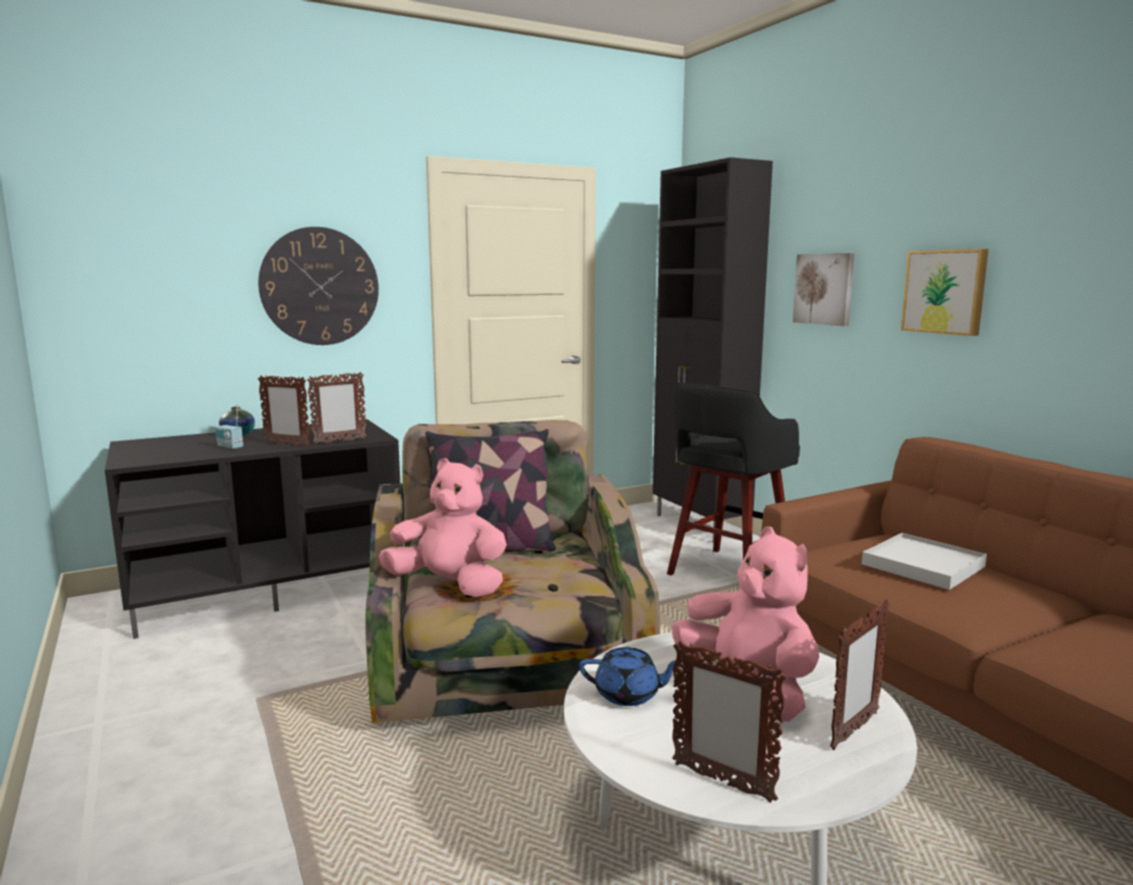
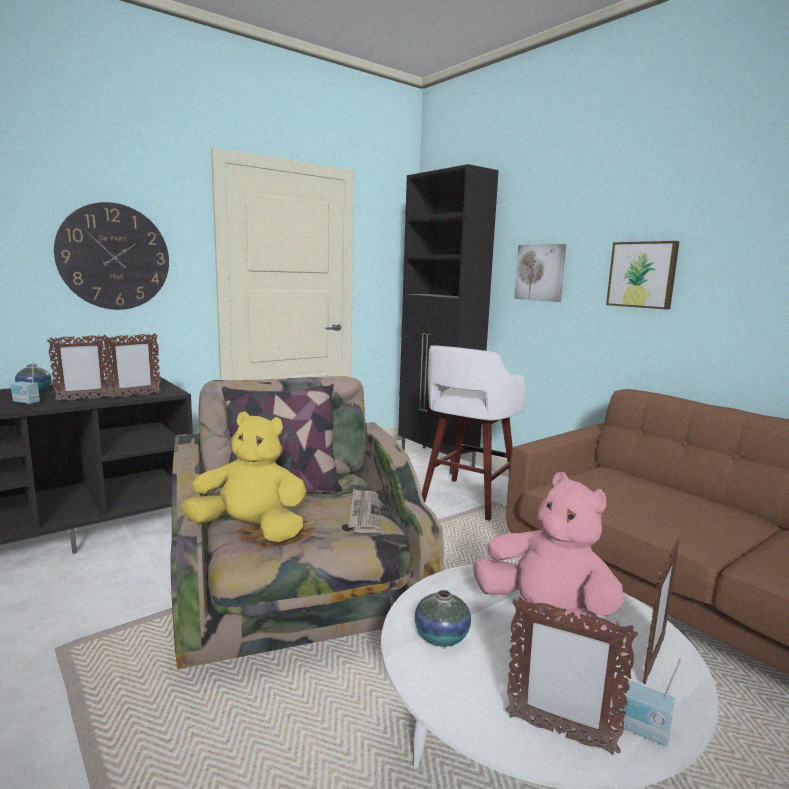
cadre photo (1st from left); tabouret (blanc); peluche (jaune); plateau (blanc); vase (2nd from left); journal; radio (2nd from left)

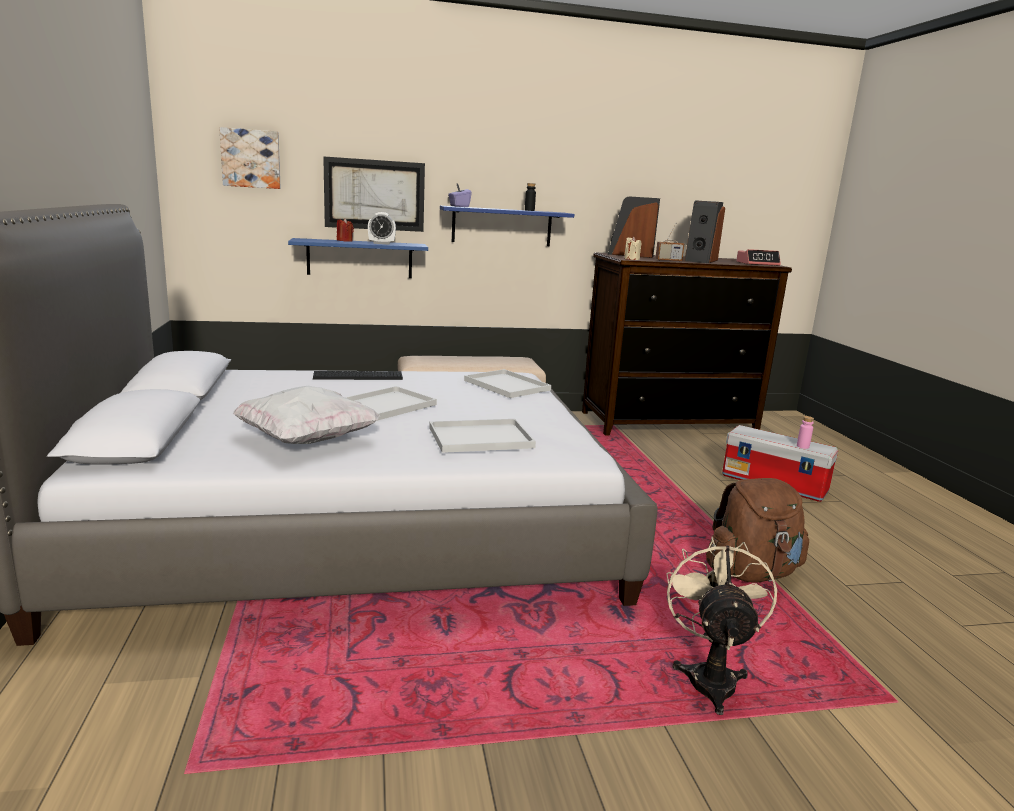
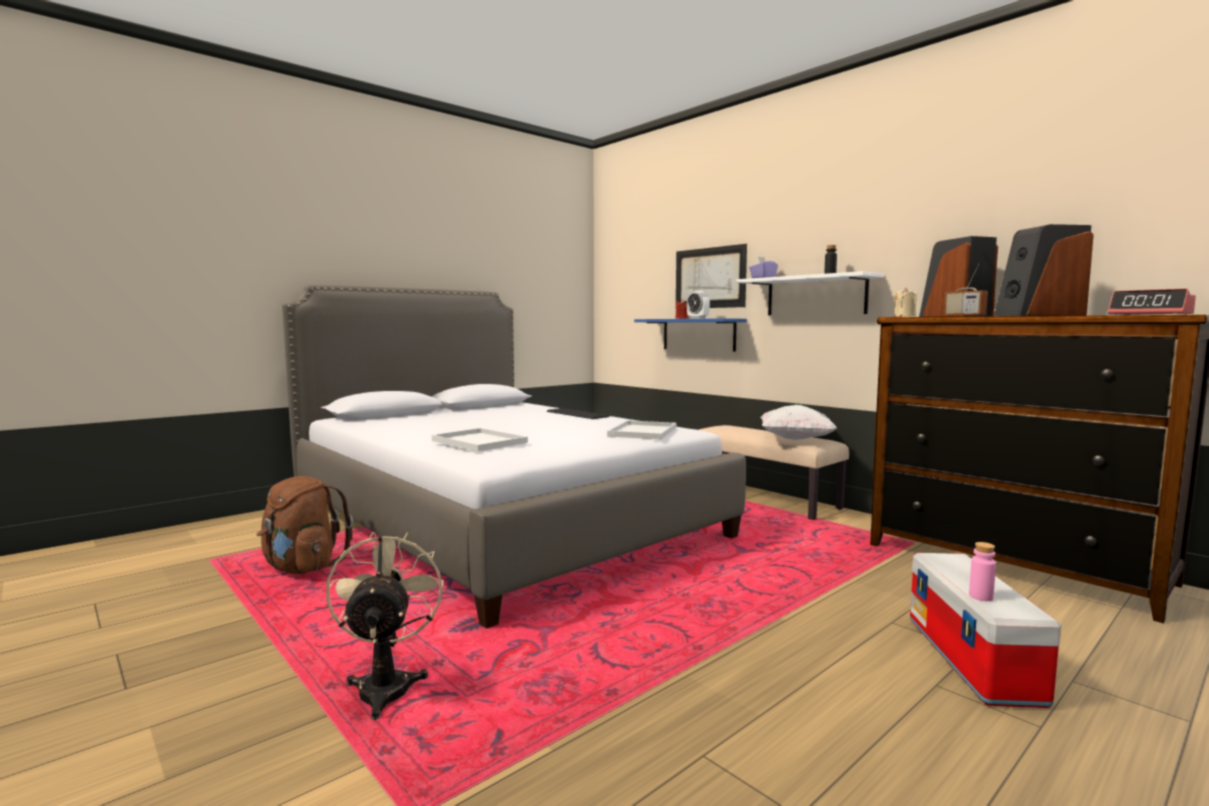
tableau (1st from left in the first image); étagère (blanc); coussin (blanc); plateau (blanc) (1st from left in the first image); sac à dos (marron); ventilateur (beige)

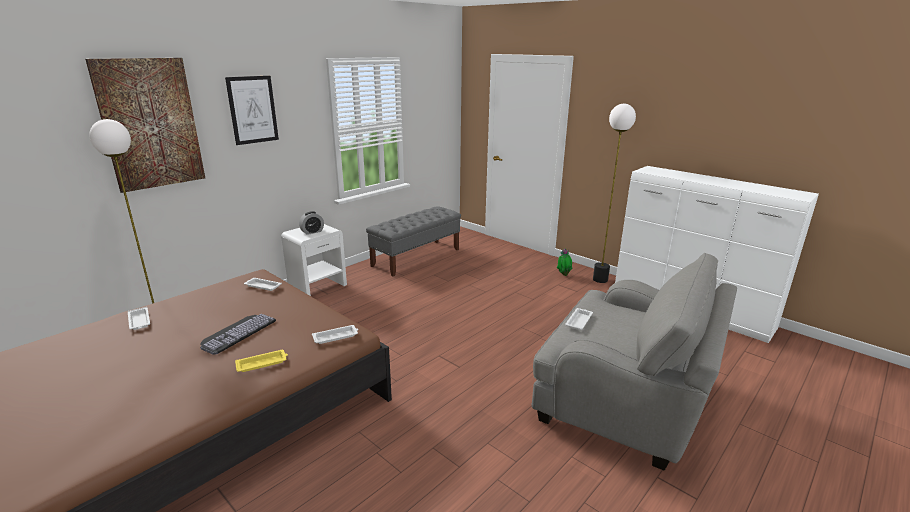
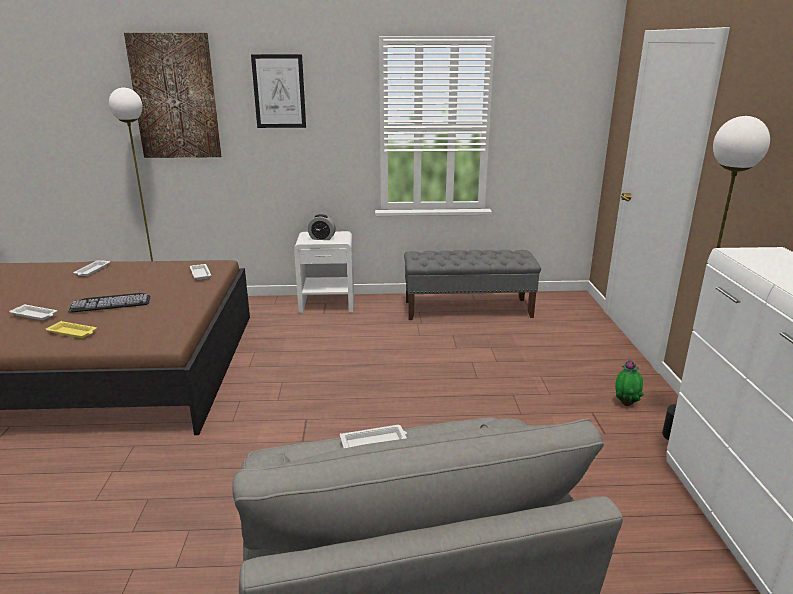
plateau (blanc) (1st from left)

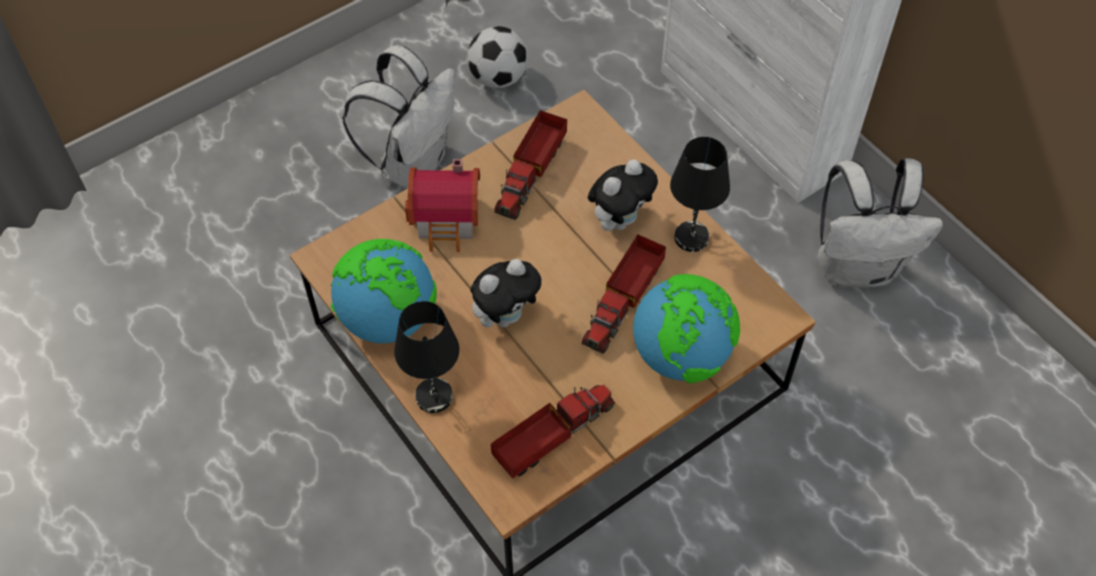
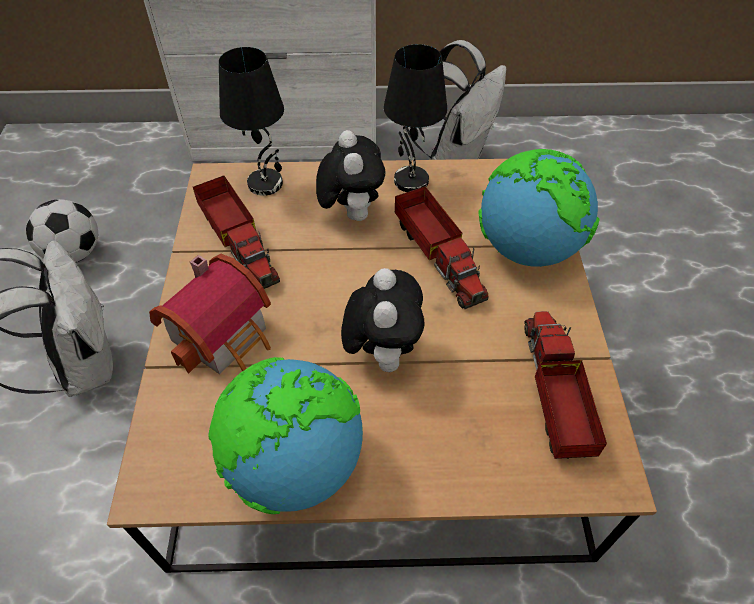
lampe de table (noir) (1st from left)

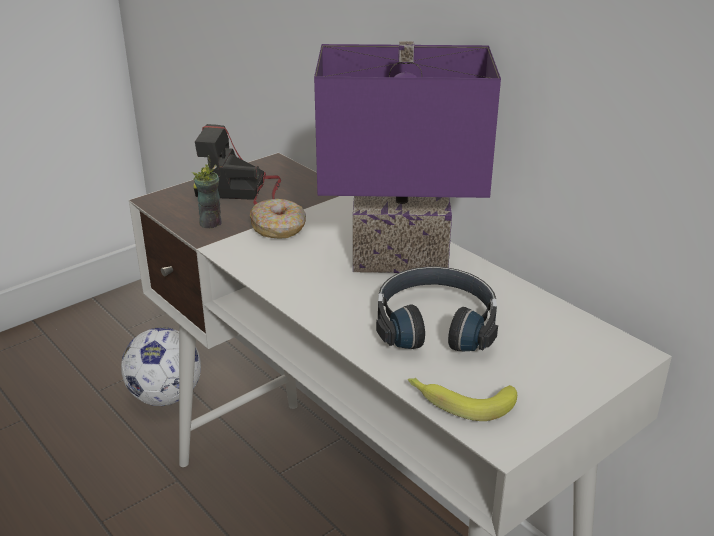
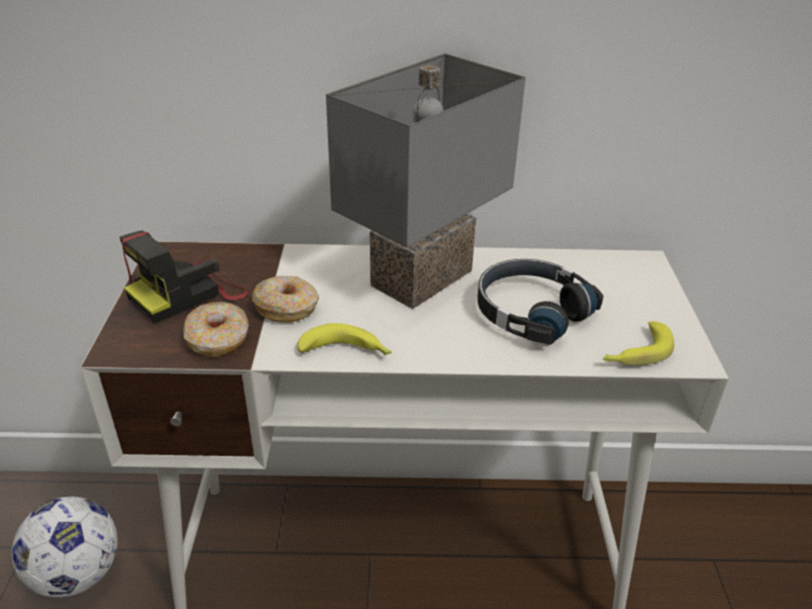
lampe de table (gris); beignet (1st from left); banane (1st from left)

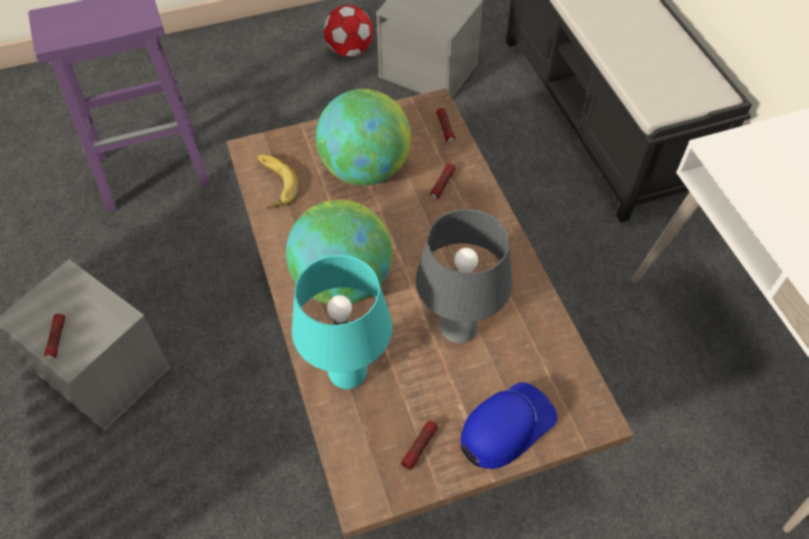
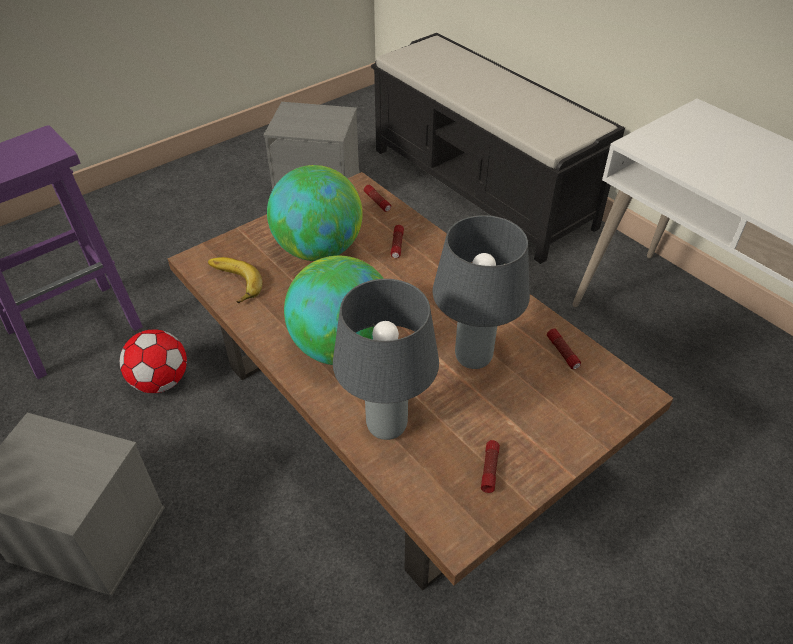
ballon de foot; lampe de table (gris) (1st from left); lampe de poche (4th from left); casquette (bleu)

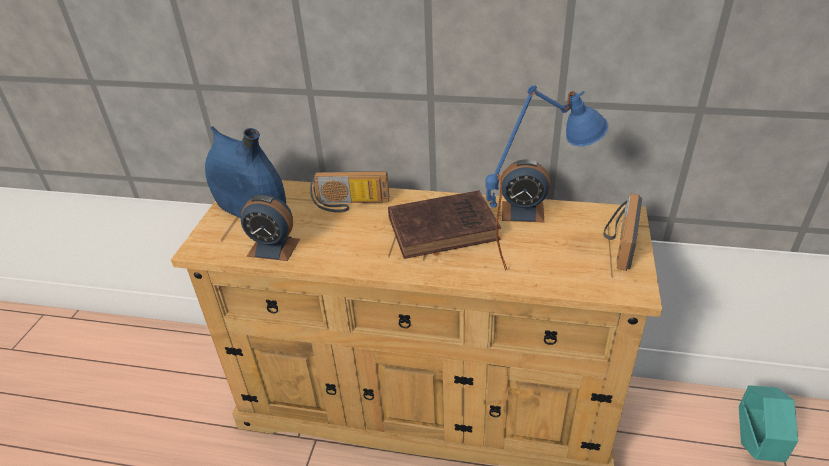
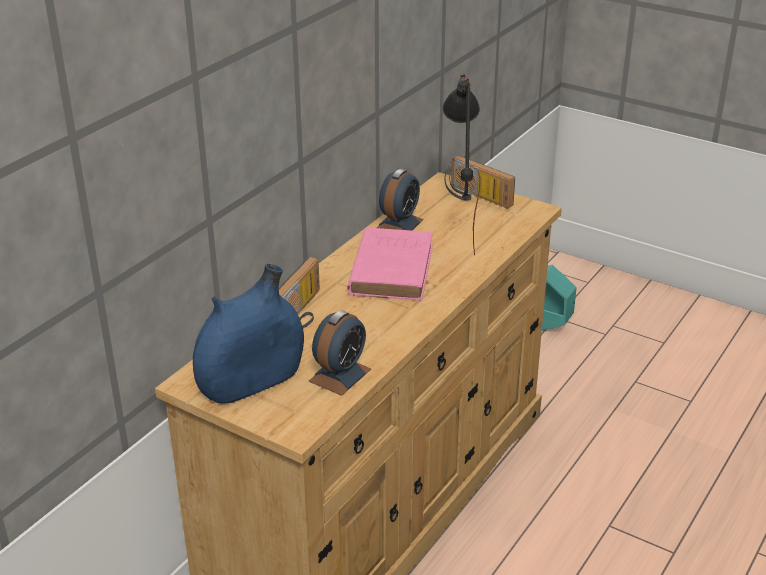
lampe de table (noir); livre (rose)

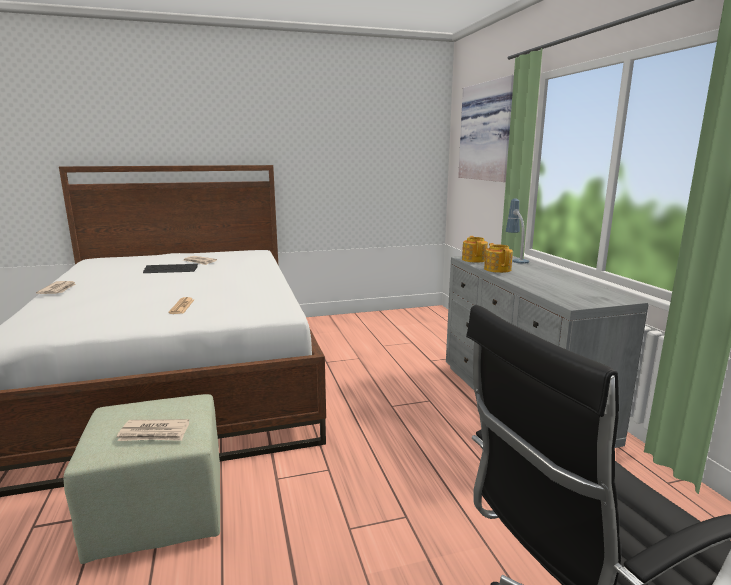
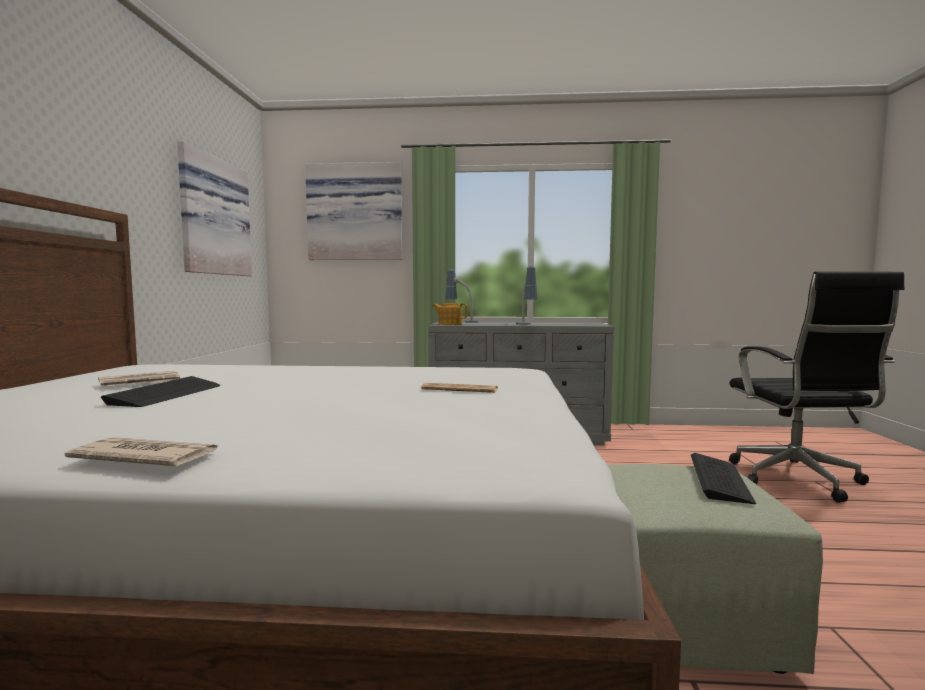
théière (2nd from left in the first image); clavier (2nd from left); tableau (1st from left); lampe de table (2nd from left)

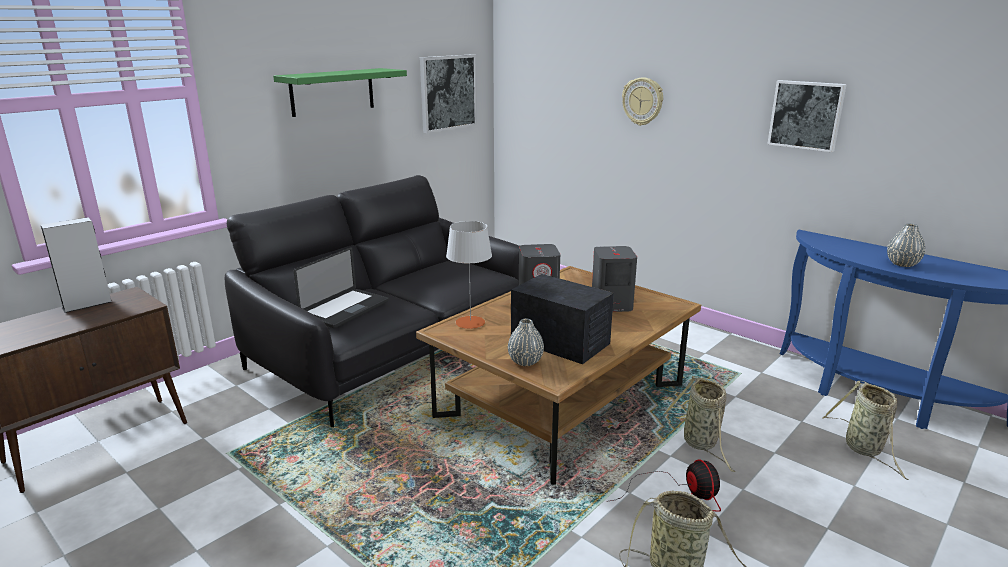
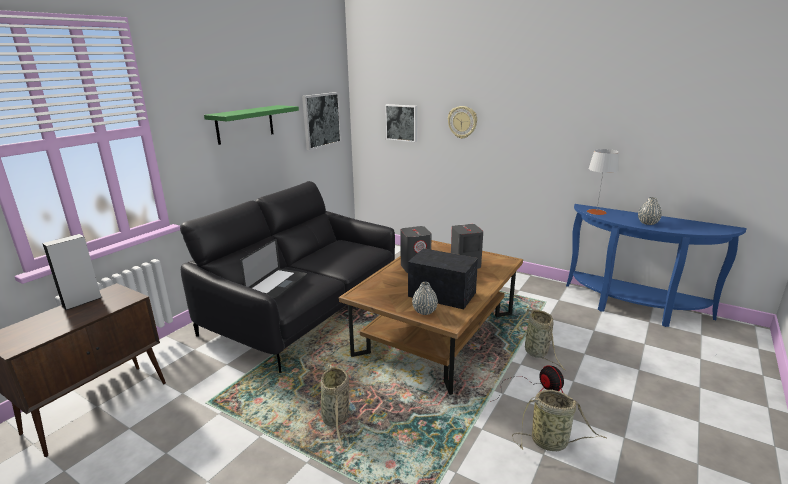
tableau (2nd from left); lampe de table (gris); panier (1st from left)

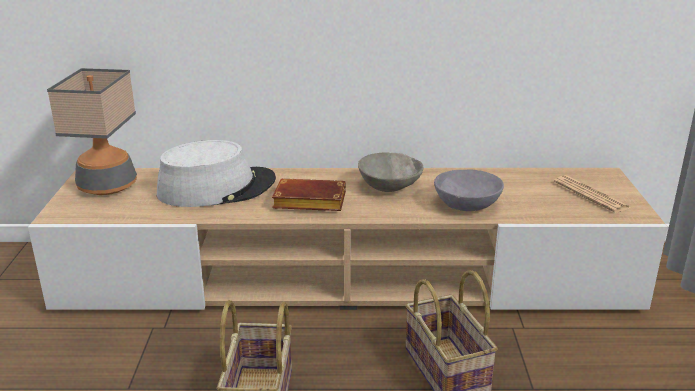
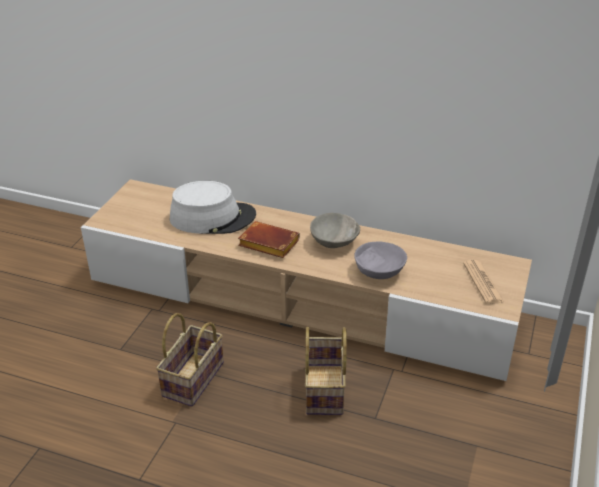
lampe de table

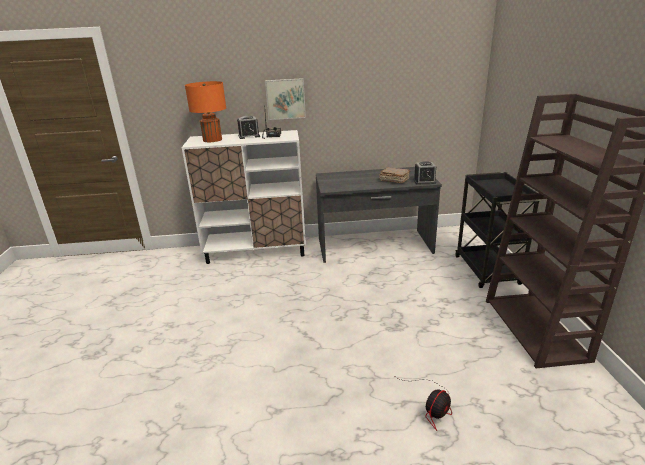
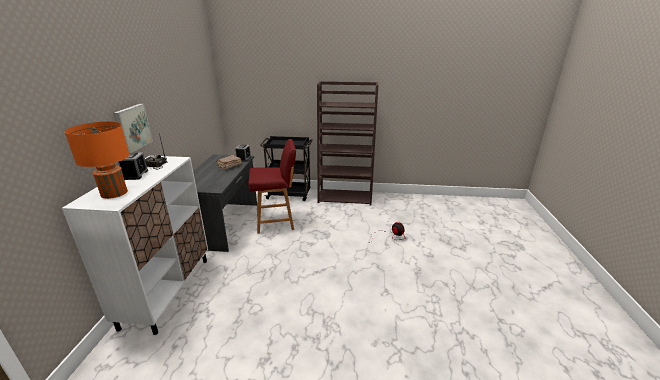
chaise (rouge)

